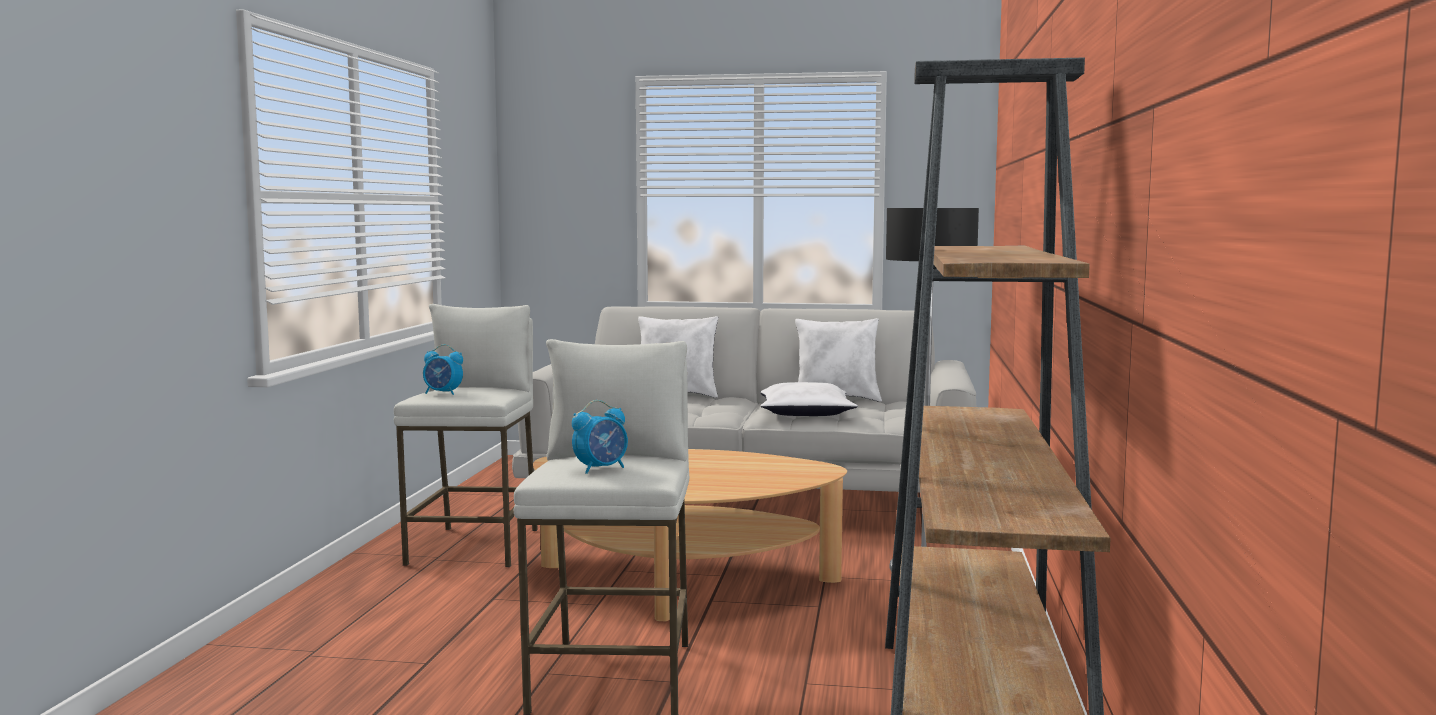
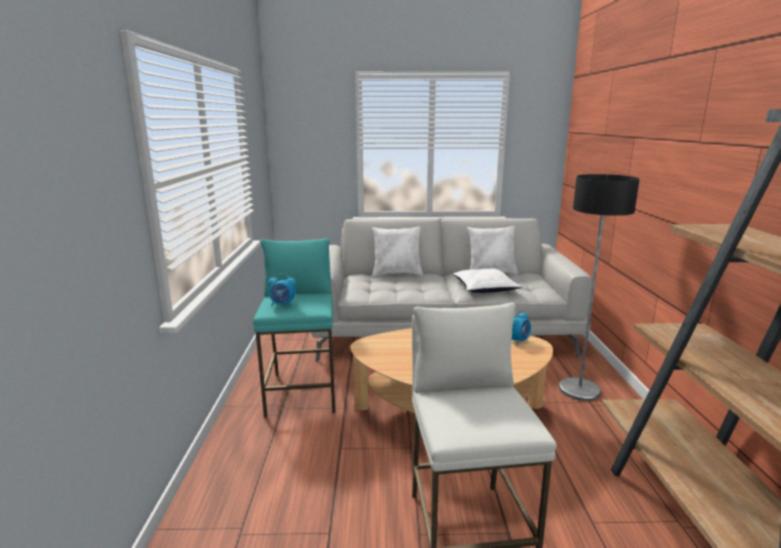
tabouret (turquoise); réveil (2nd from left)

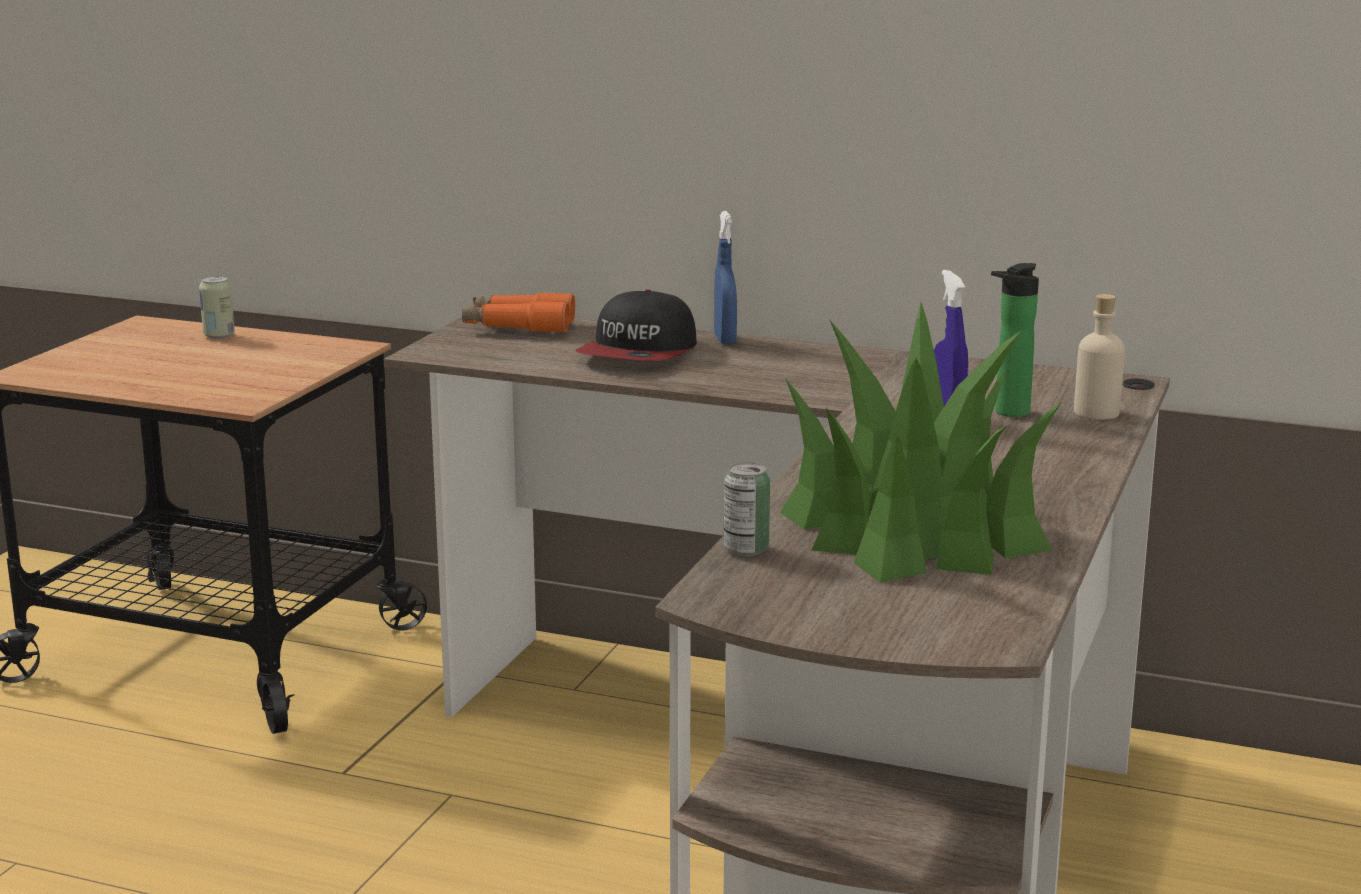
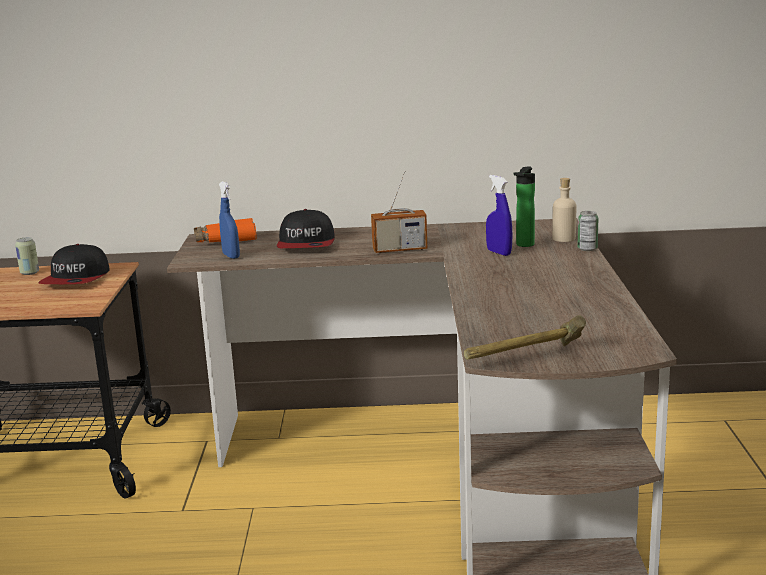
vaporisateur (bleu) (1st from left); plante en pot; boîte métallique (2nd from left); radio; casquette (1st from left); marteau

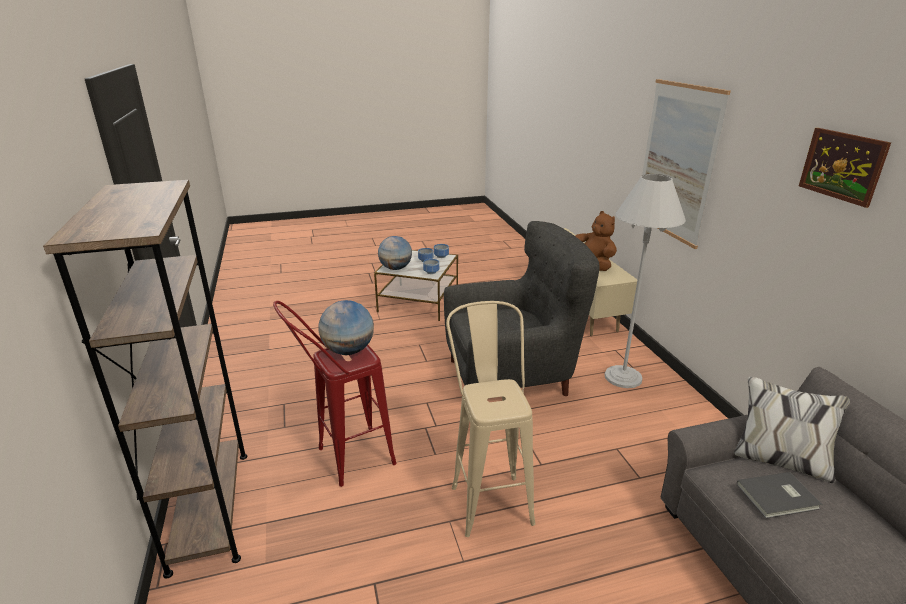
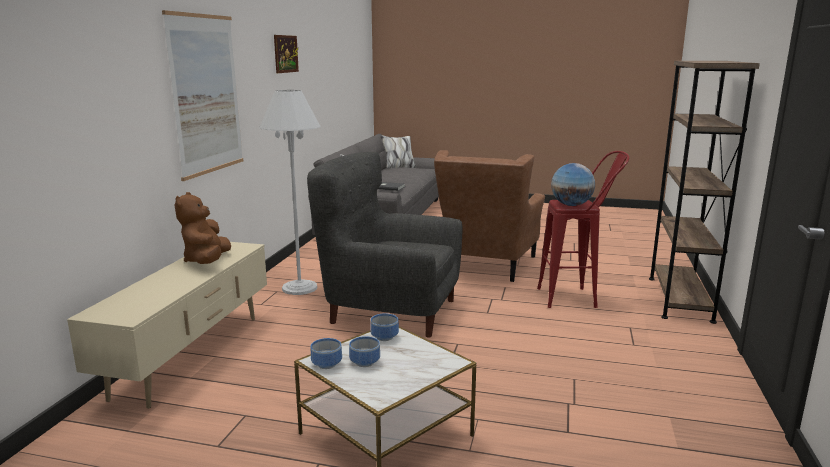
globe (2nd from left in the first image); fauteuil (marron)

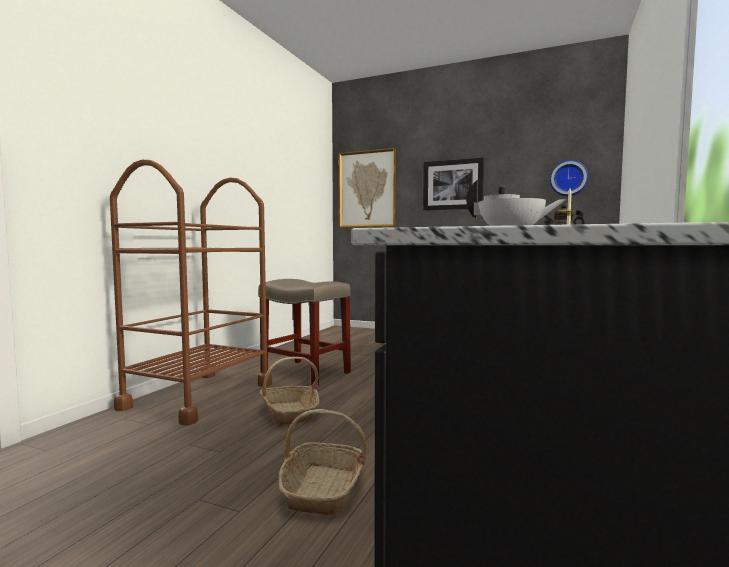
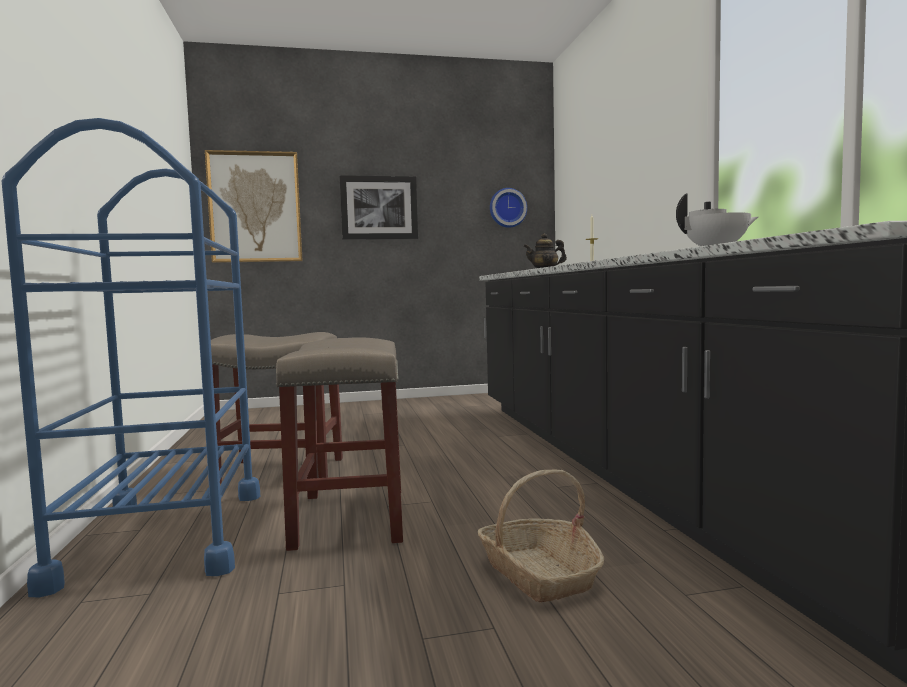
chariot (bleu); tabouret (beige) (2nd from left)

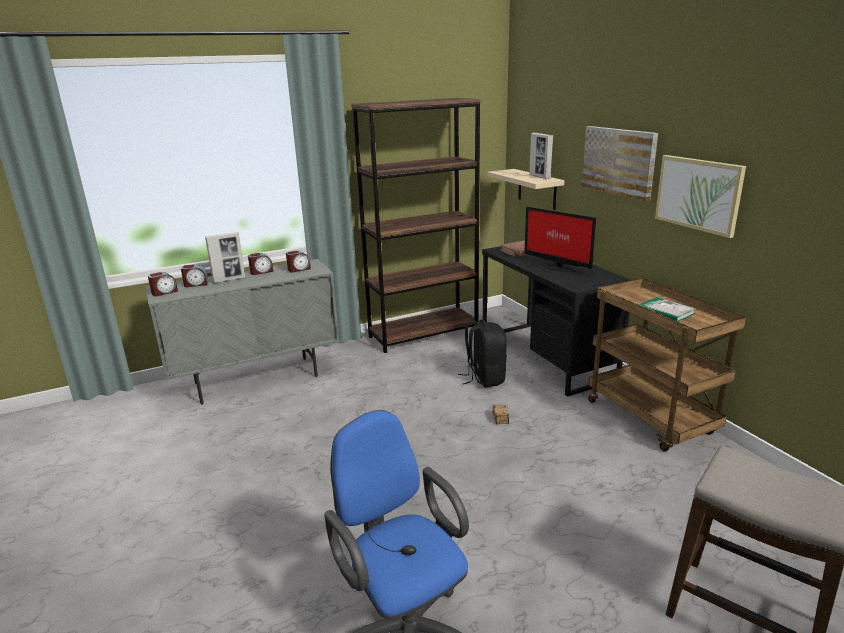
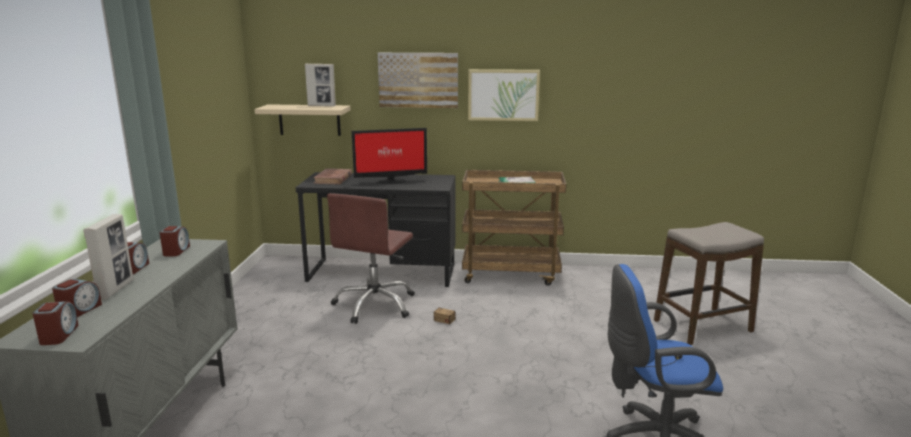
bibliothèque (marron); chaise de bureau (marron)

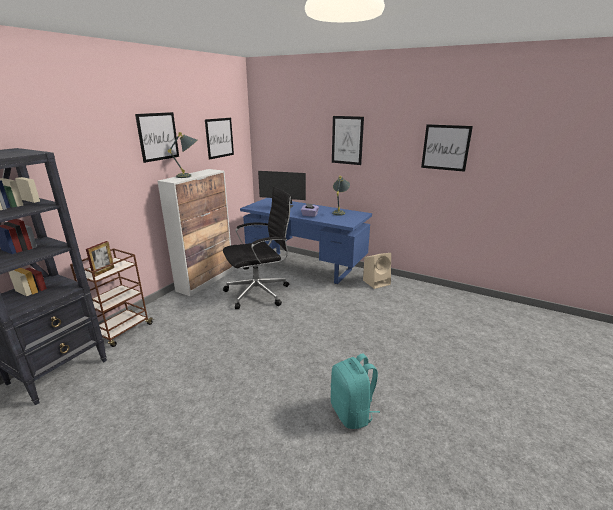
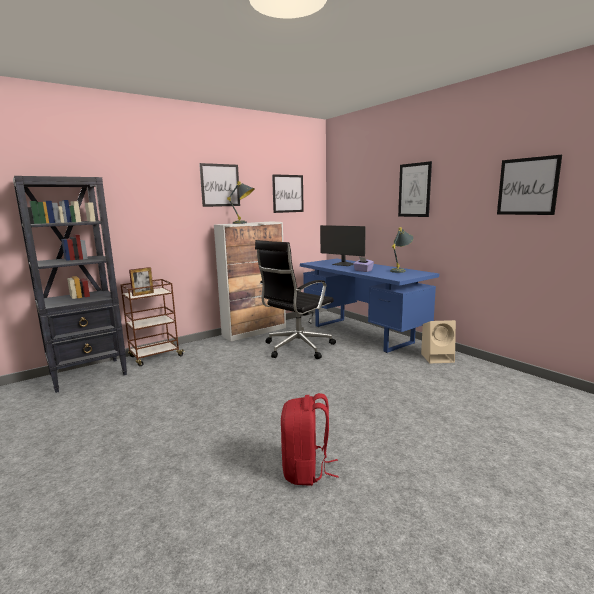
chaise de bureau (noir); sac à dos (rouge)

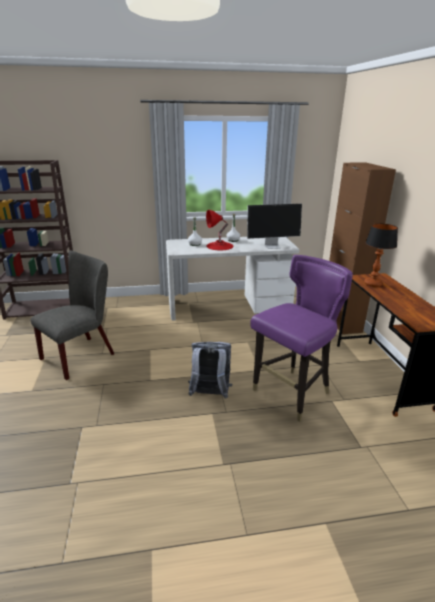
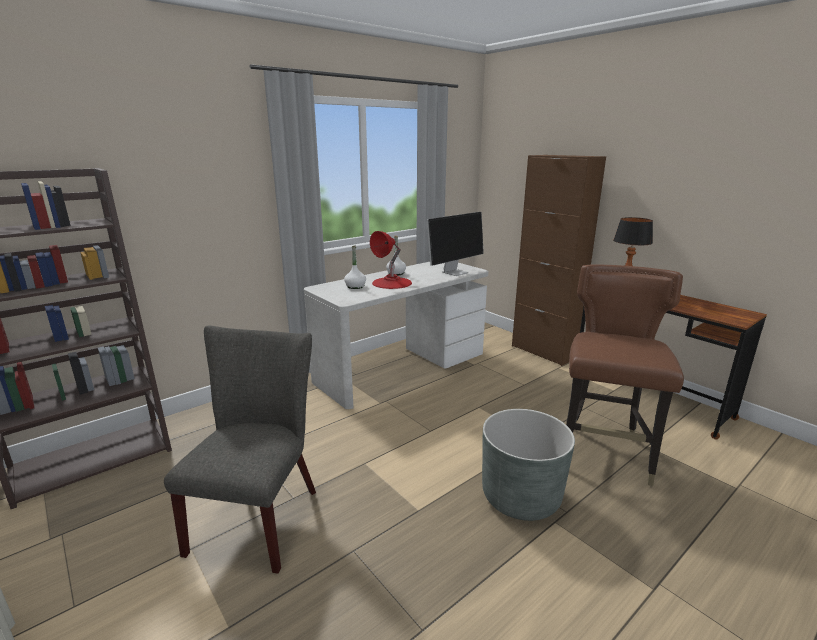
chaise (marron); cache-pot (gris)

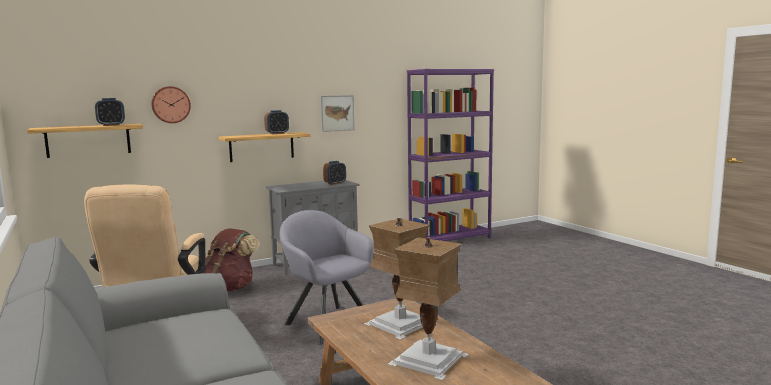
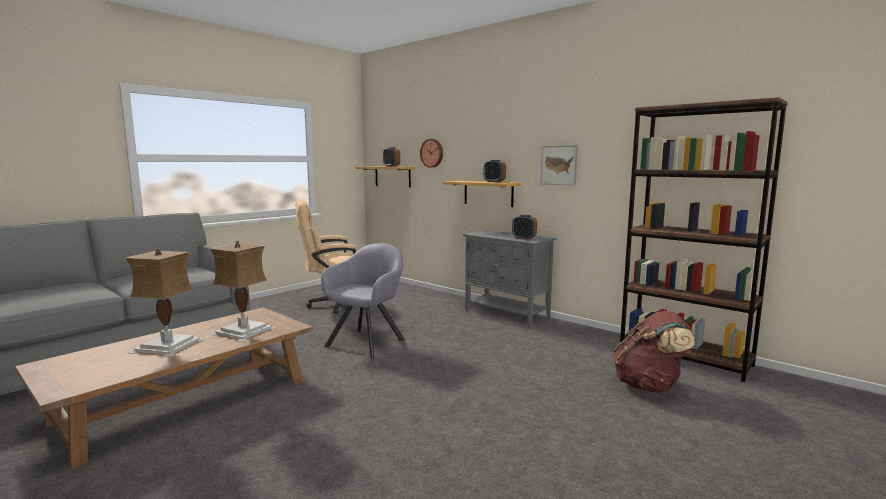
bibliothèque (marron); sac à dos (marron)

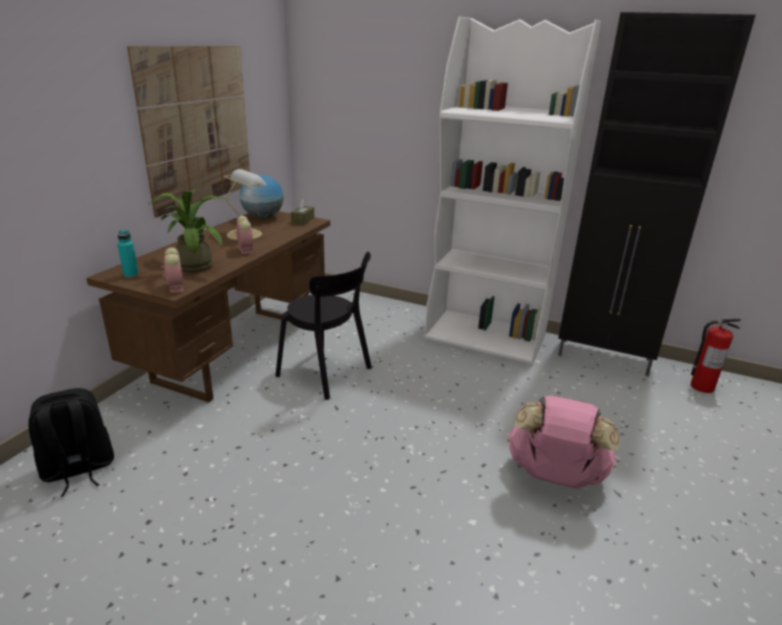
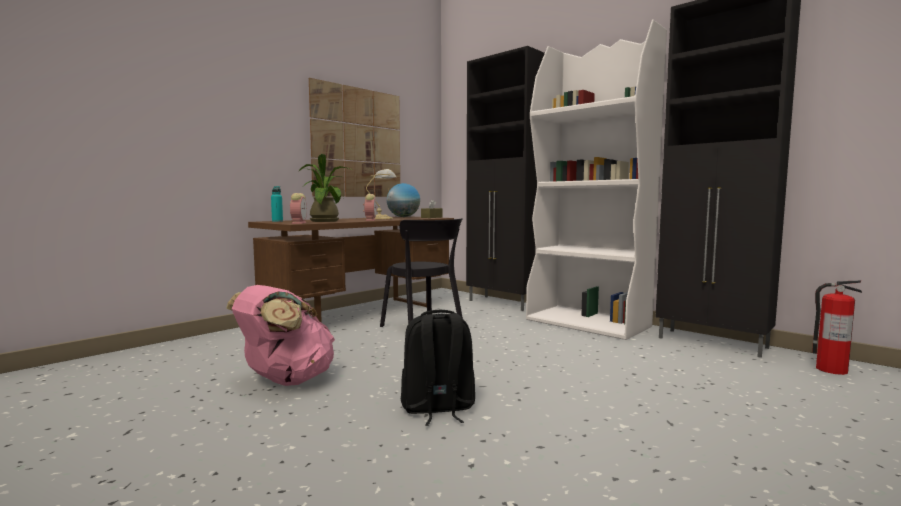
sac à dos (noir); sac à dos (rose); meuble de rangement (noir) (1st from left)

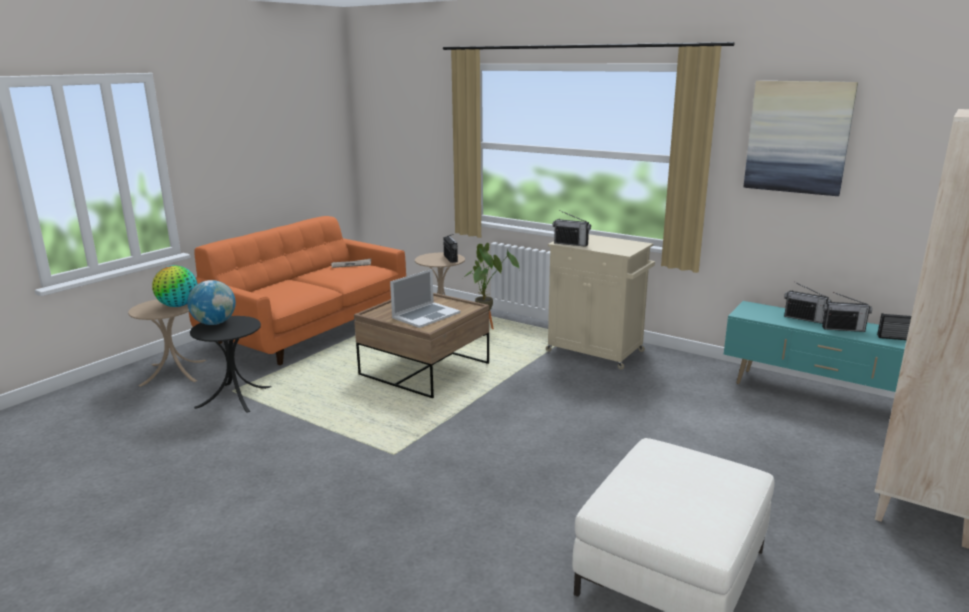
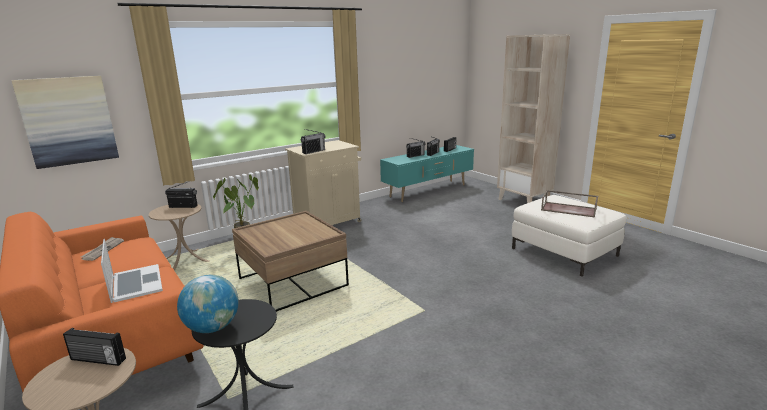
tableau; radio (1st from left); ordinateur portable; plateau (marron)

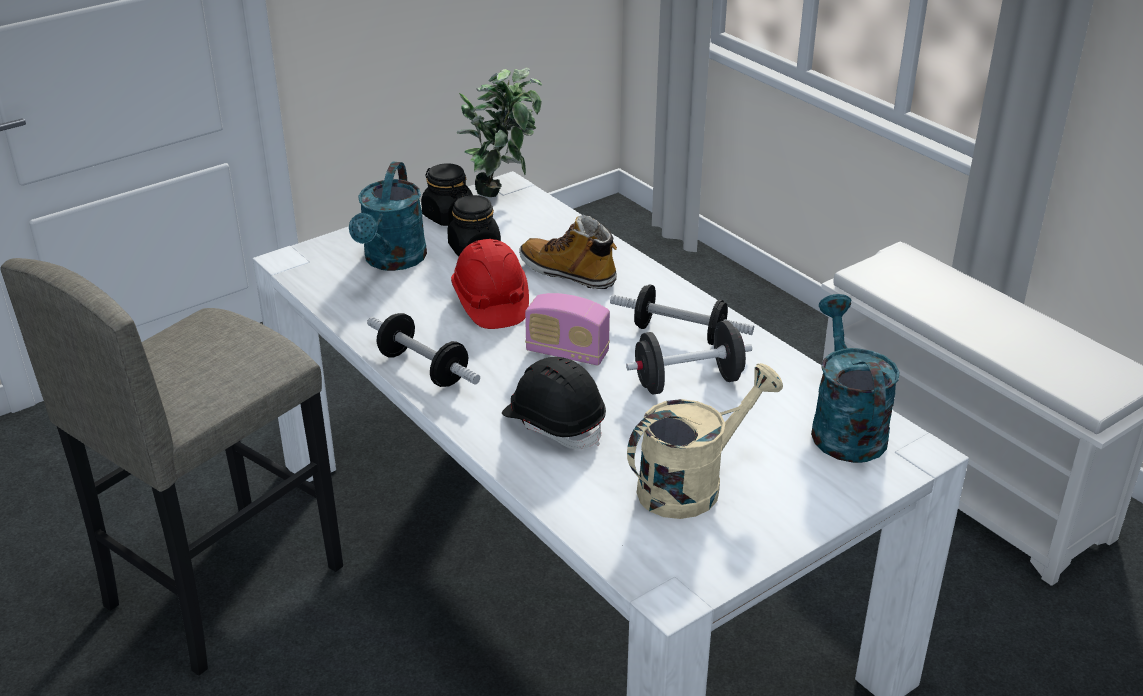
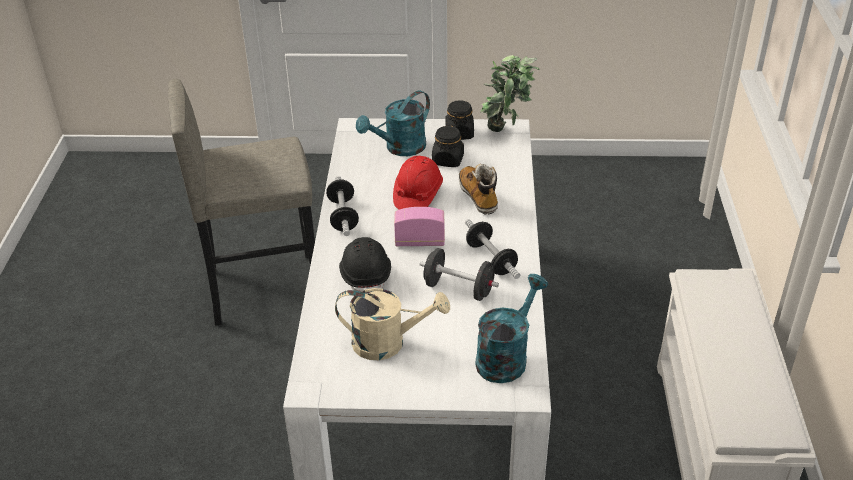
radio

